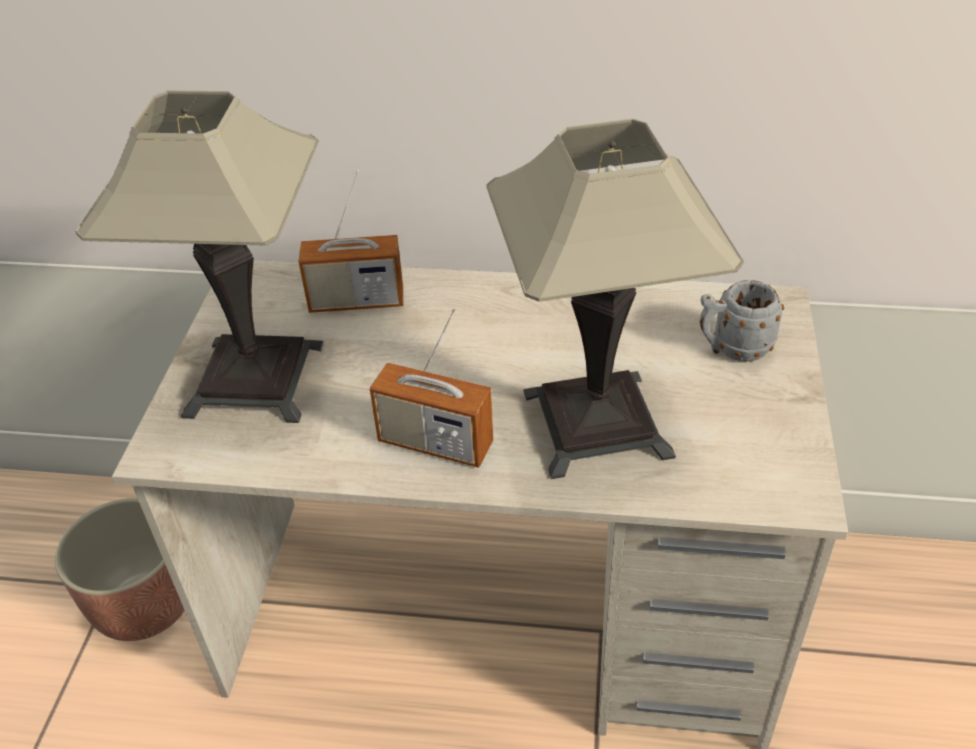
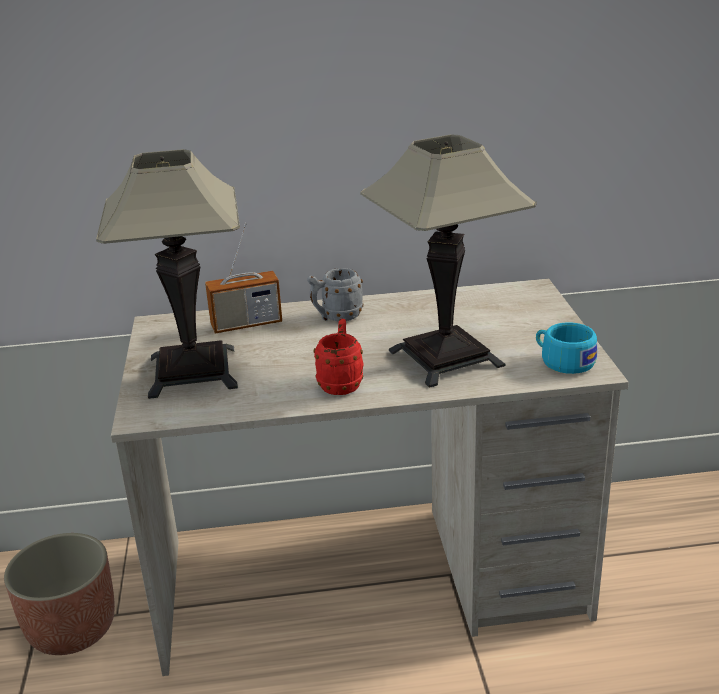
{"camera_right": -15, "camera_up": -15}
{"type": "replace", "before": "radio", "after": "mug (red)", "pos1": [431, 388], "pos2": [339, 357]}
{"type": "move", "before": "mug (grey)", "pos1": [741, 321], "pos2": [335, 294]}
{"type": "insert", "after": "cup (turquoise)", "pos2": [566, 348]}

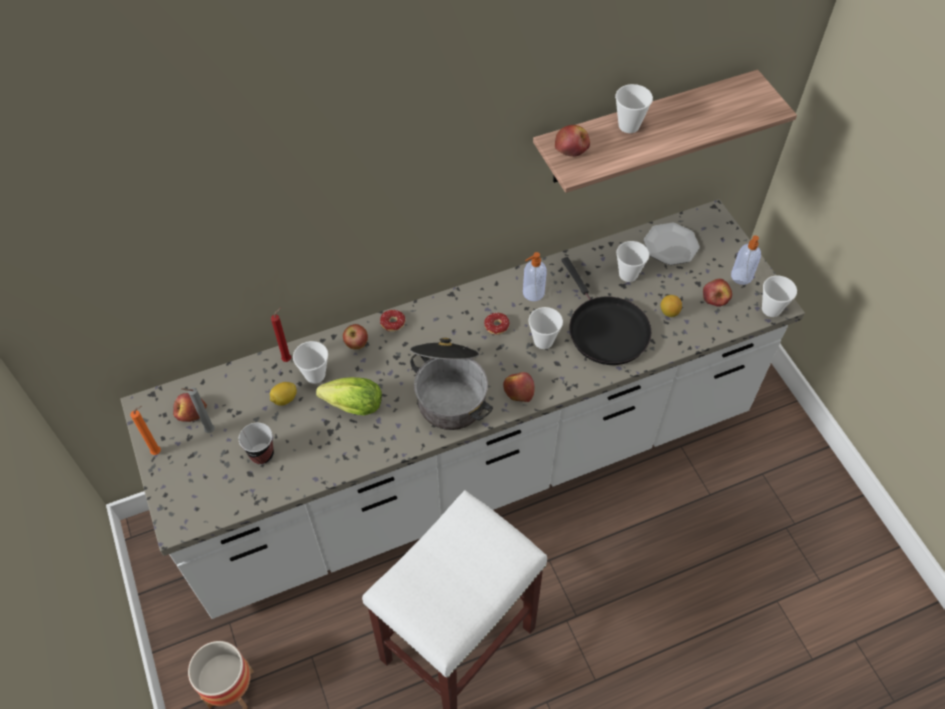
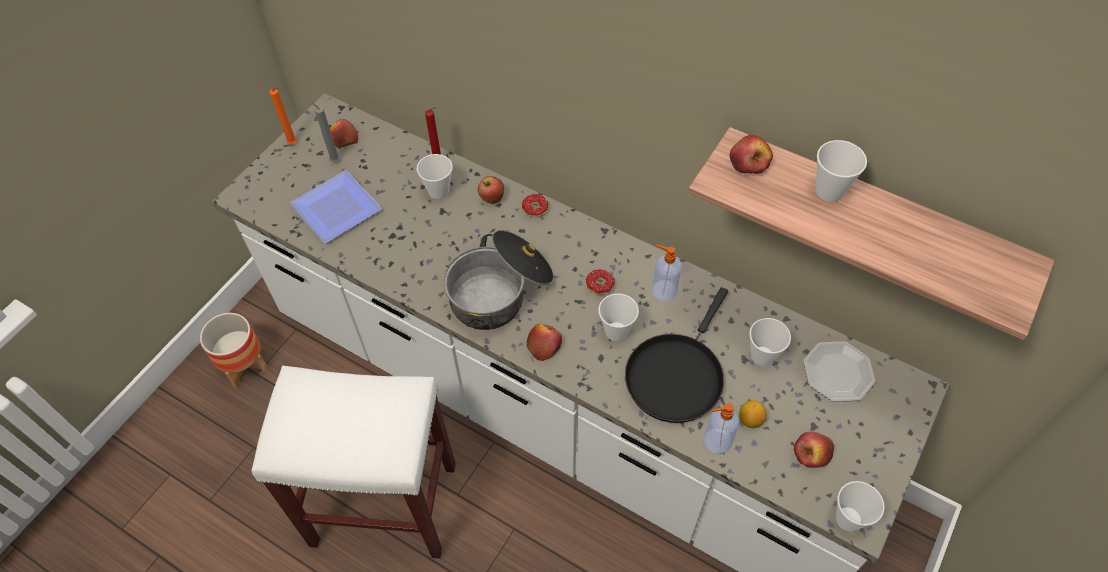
{"camera_right": 55, "camera_up": 0}
{"type": "replace", "before": "cup", "after": "plate", "pos1": [256, 444], "pos2": [336, 206]}
{"type": "delete", "before": "lemon", "pos1": [283, 394]}
{"type": "delete", "before": "lettuce", "pos1": [349, 396]}
{"type": "move", "before": "soap dispenser", "pos1": [746, 260], "pos2": [721, 428]}

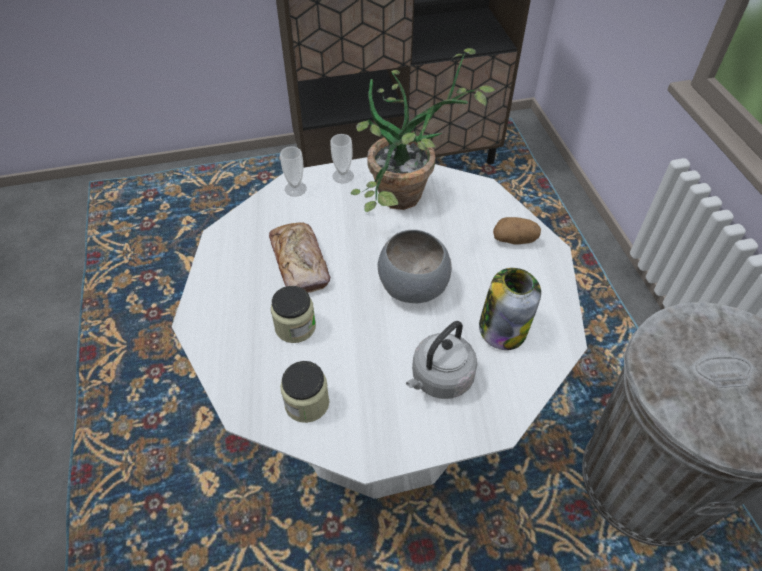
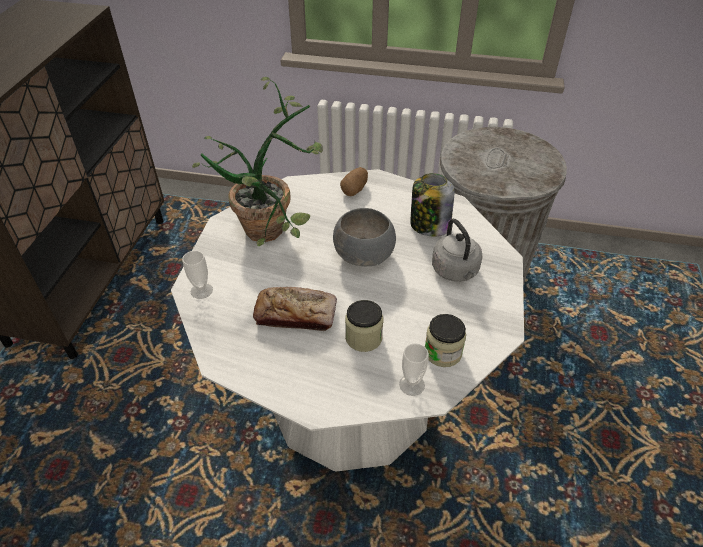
{"camera_right": -65, "camera_up": -5}
{"type": "move", "before": "cup", "pos1": [342, 158], "pos2": [414, 369]}

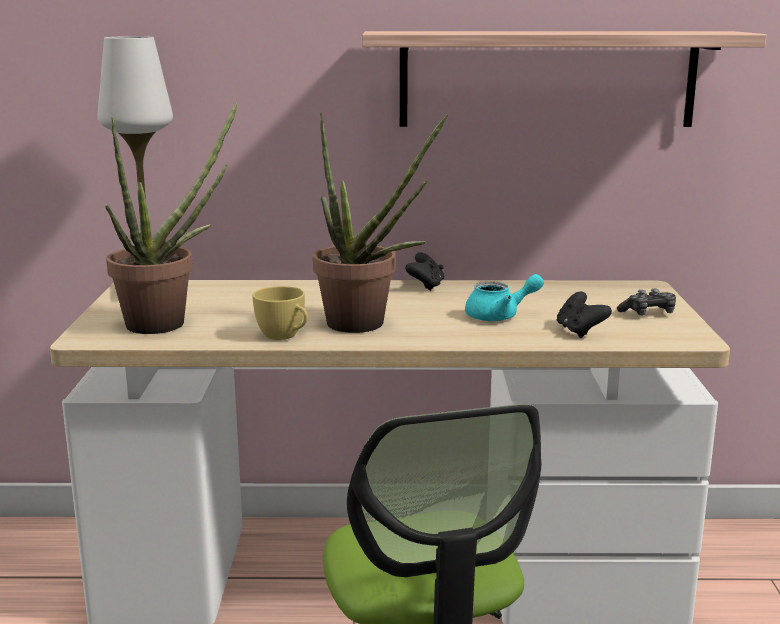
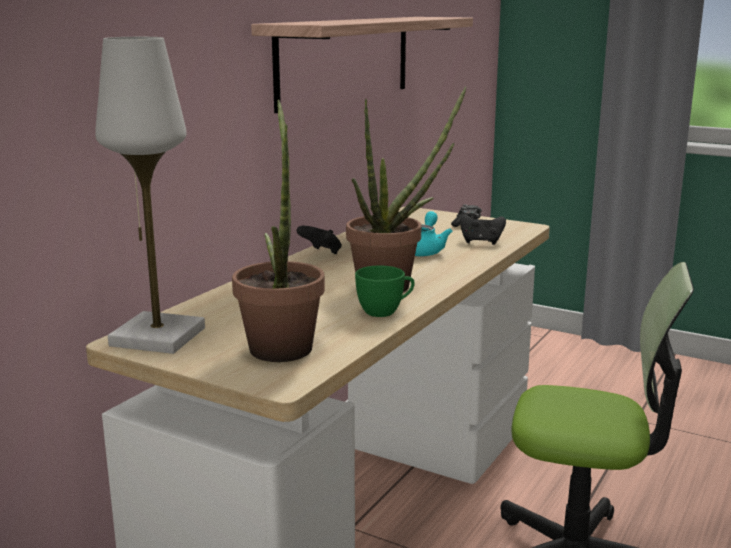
{"camera_right": -60, "camera_up": 0}
{"type": "recolor", "before": "cup (yellow)", "after": "cup (green)", "pos1": [280, 313], "pos2": [385, 291]}

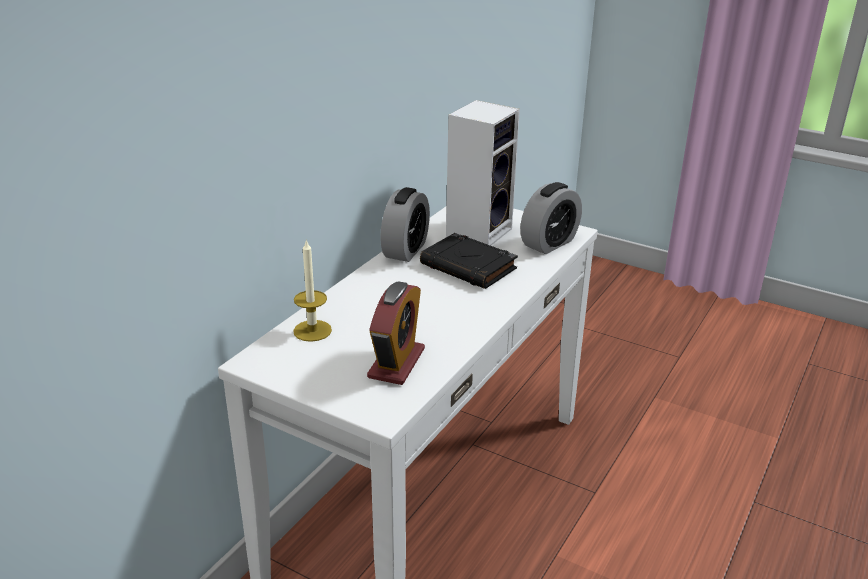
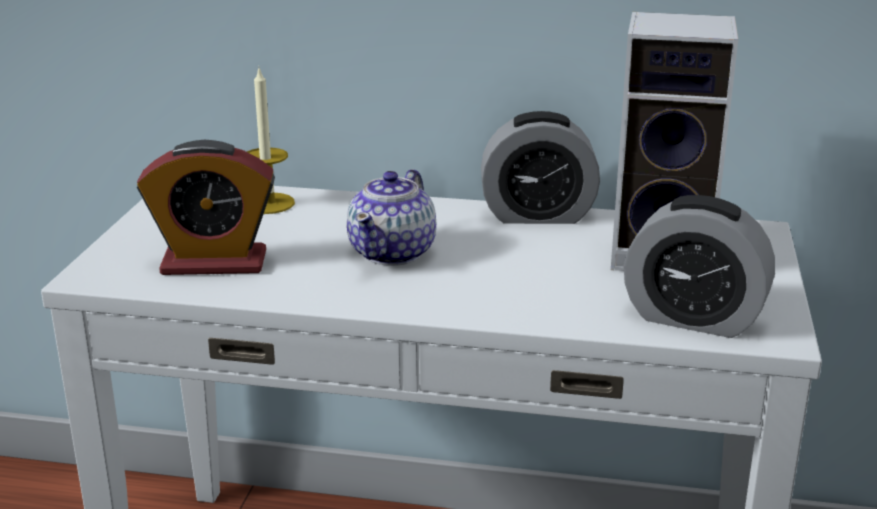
{"camera_right": 70, "camera_up": -5}
{"type": "delete", "before": "book (black)", "pos1": [469, 261]}
{"type": "insert", "after": "teapot", "pos2": [391, 217]}

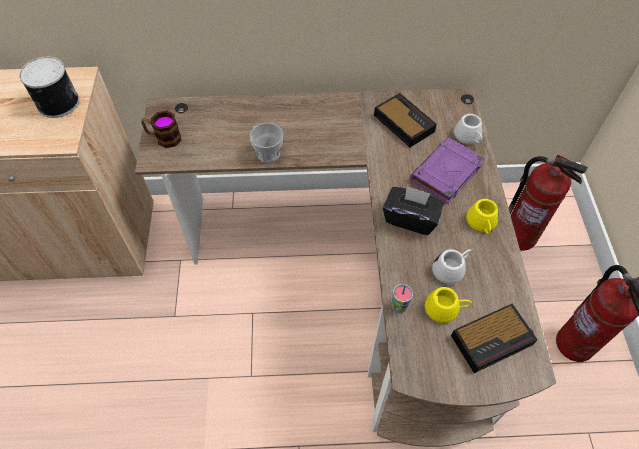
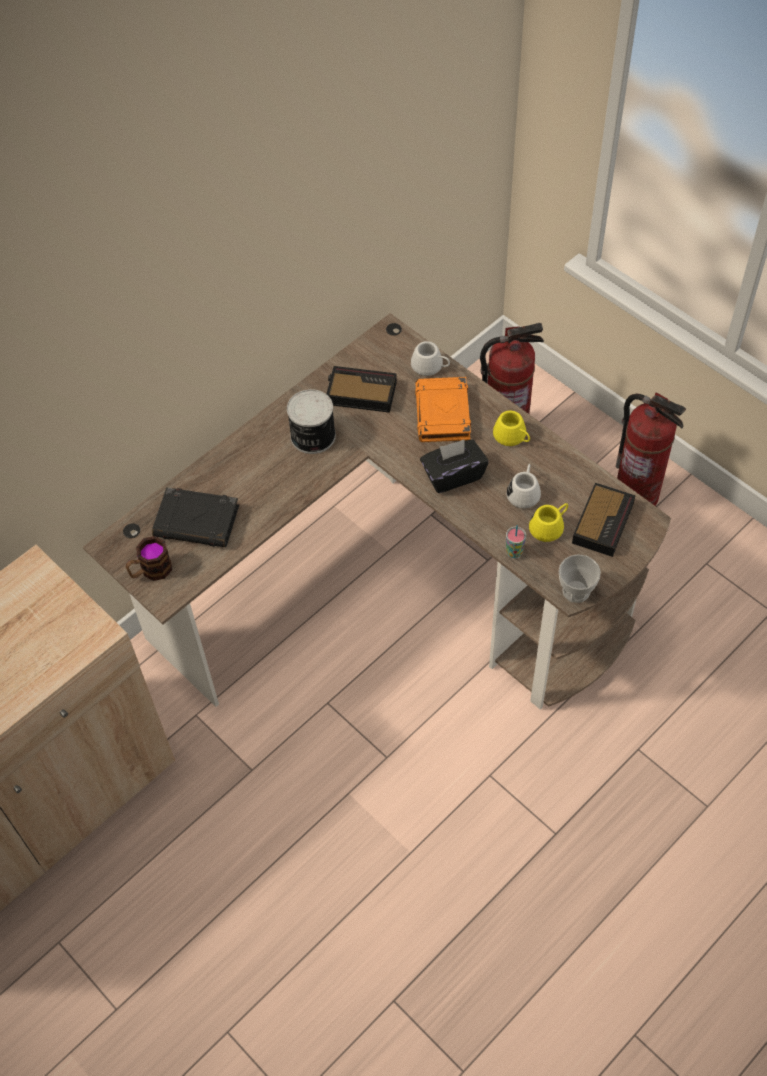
{"camera_right": -40, "camera_up": 0}
{"type": "move", "before": "can", "pos1": [49, 87], "pos2": [311, 421]}
{"type": "move", "before": "cup", "pos1": [266, 143], "pos2": [580, 578]}
{"type": "recolor", "before": "book (purple)", "after": "book (orange)", "pos1": [447, 170], "pos2": [443, 409]}
{"type": "insert", "after": "book (black)", "pos2": [195, 517]}

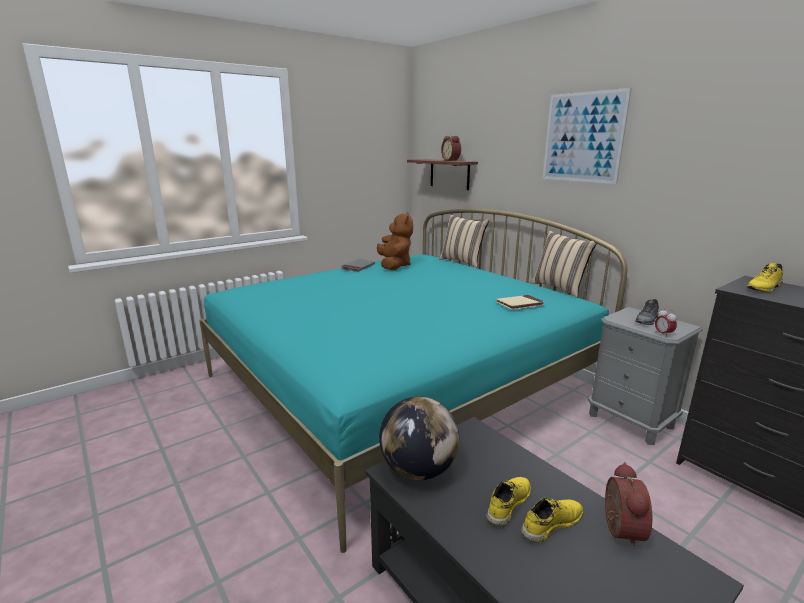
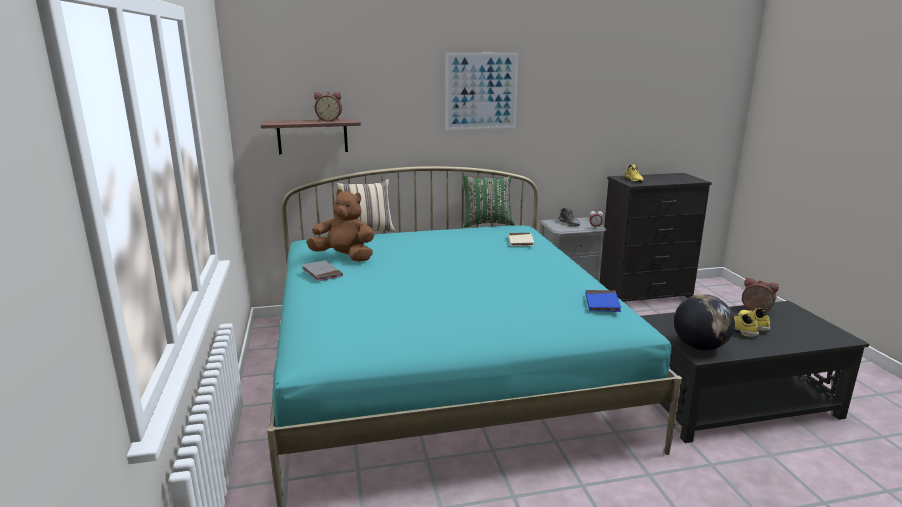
{"camera_right": -65, "camera_up": 0}
{"type": "recolor", "before": "pillow (beige)", "after": "pillow (green)", "pos1": [563, 264], "pos2": [488, 201]}
{"type": "insert", "after": "book (blue)", "pos2": [603, 301]}

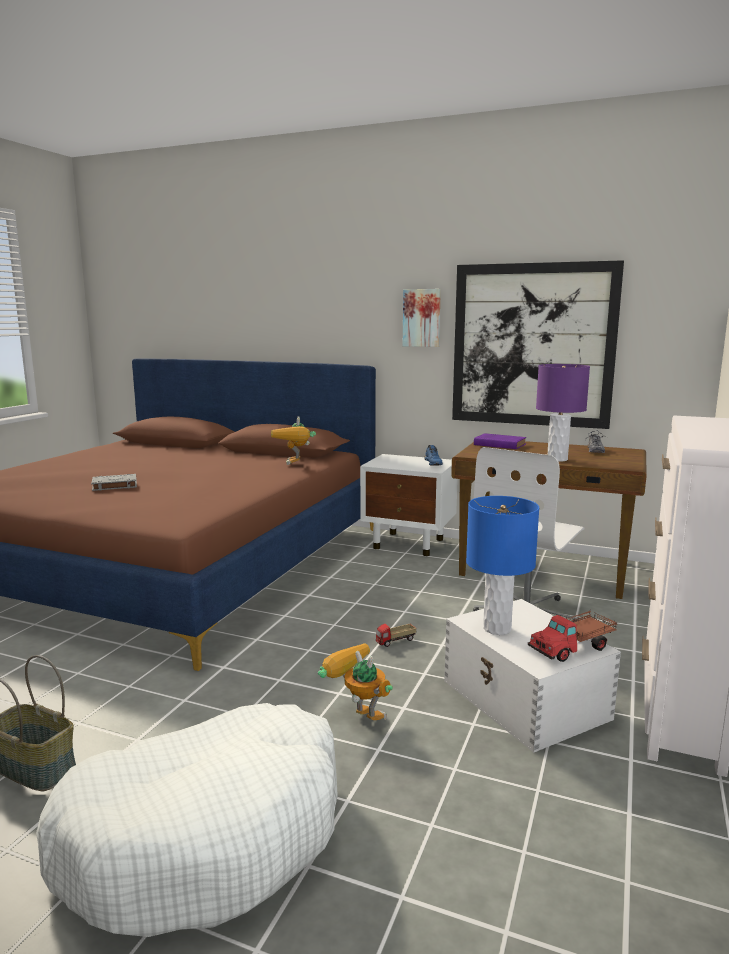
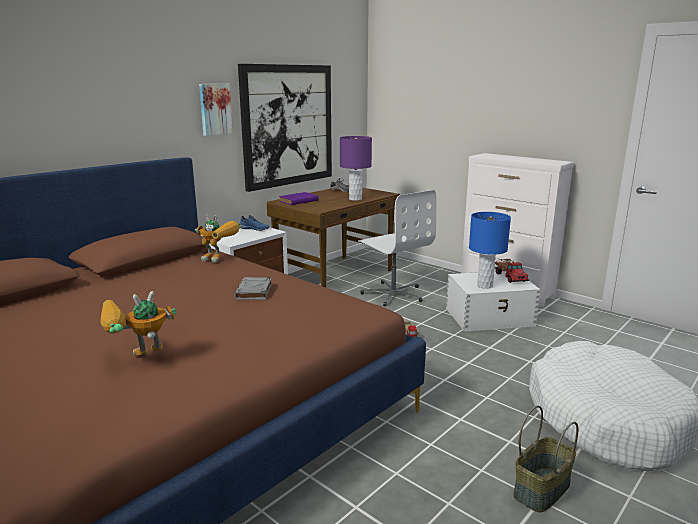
{"camera_right": -70, "camera_up": 5}
{"type": "move", "before": "book (grey)", "pos1": [114, 482], "pos2": [253, 288]}
{"type": "move", "before": "toy robot", "pos1": [355, 681], "pos2": [138, 323]}

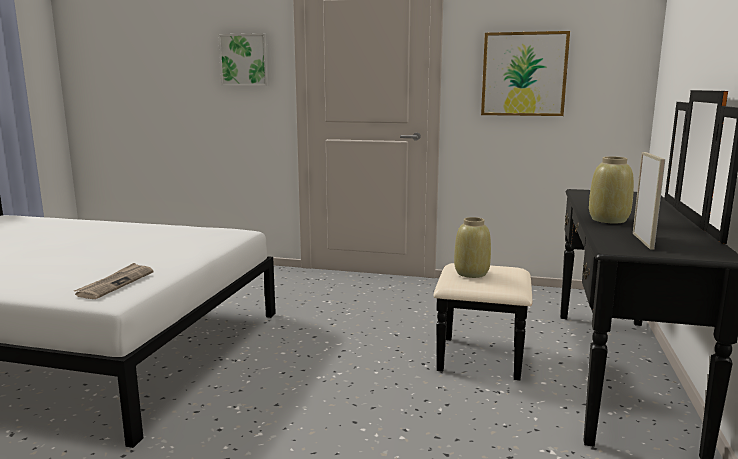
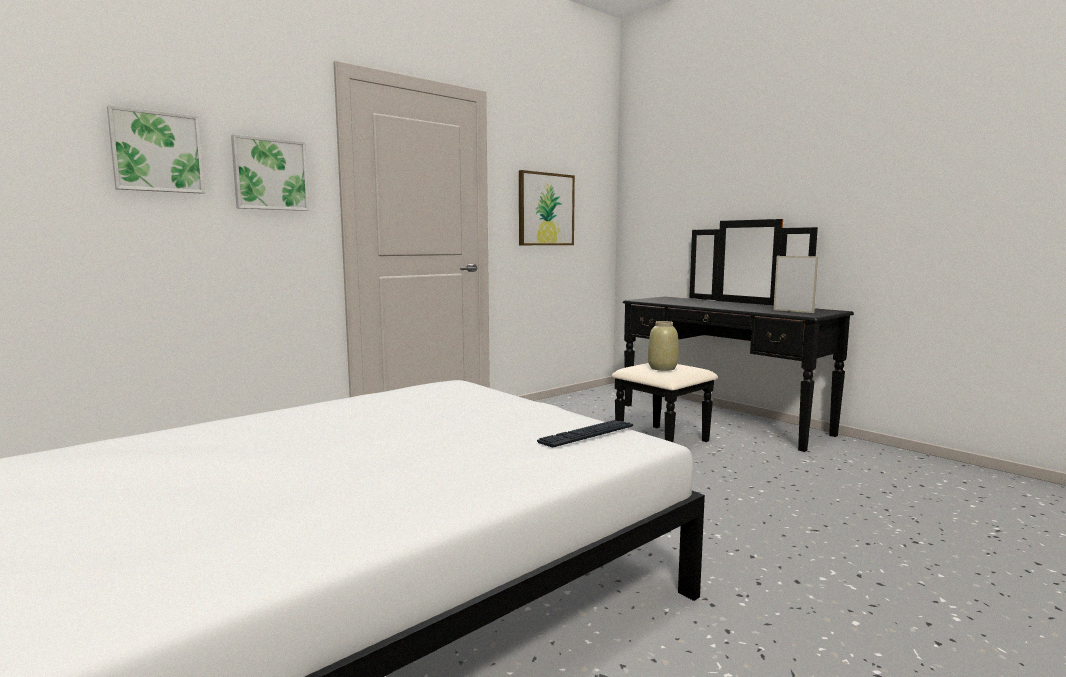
{"camera_right": -55, "camera_up": -5}
{"type": "replace", "before": "newspaper", "after": "keyboard", "pos1": [113, 281], "pos2": [585, 433]}
{"type": "delete", "before": "vase (beige)", "pos1": [611, 189]}
{"type": "insert", "after": "picture", "pos2": [156, 149]}

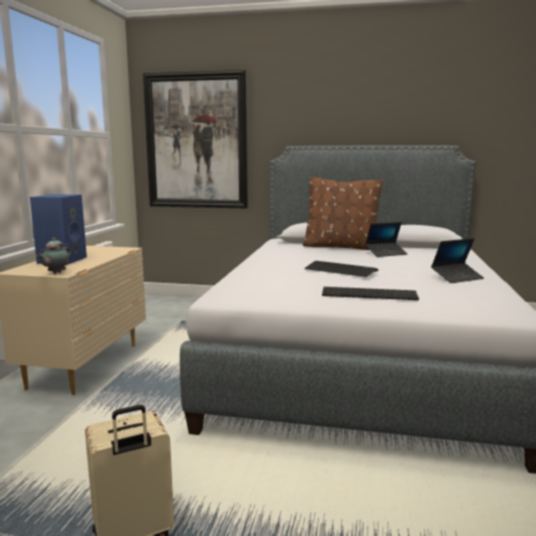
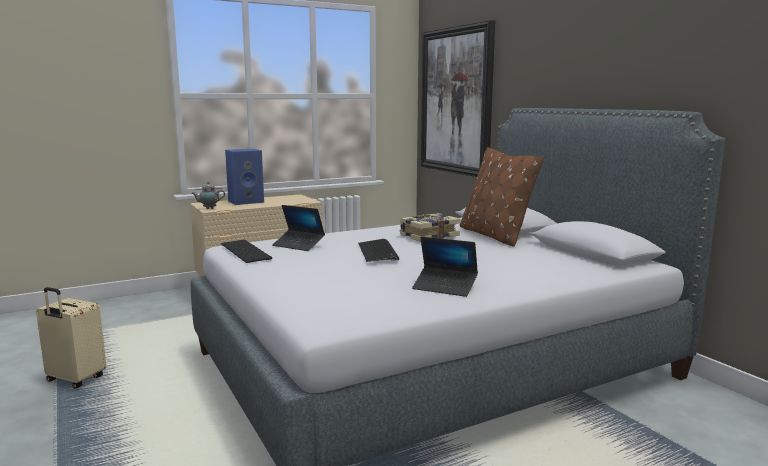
{"camera_right": 50, "camera_up": 0}
{"type": "move", "before": "keyboard", "pos1": [370, 293], "pos2": [246, 251]}
{"type": "move", "before": "laptop", "pos1": [386, 239], "pos2": [298, 228]}
{"type": "insert", "after": "book", "pos2": [430, 227]}

